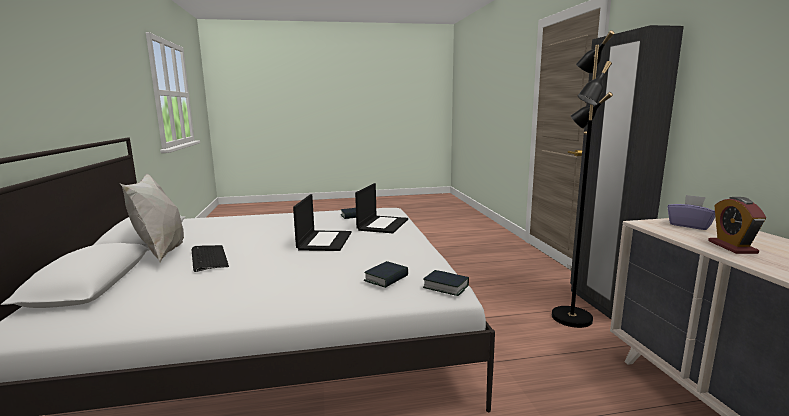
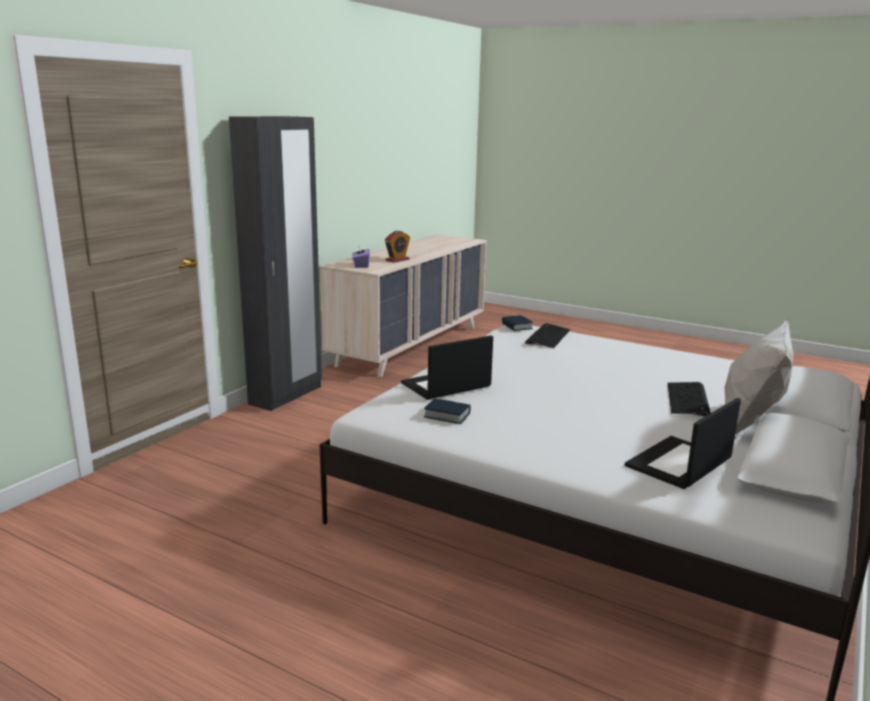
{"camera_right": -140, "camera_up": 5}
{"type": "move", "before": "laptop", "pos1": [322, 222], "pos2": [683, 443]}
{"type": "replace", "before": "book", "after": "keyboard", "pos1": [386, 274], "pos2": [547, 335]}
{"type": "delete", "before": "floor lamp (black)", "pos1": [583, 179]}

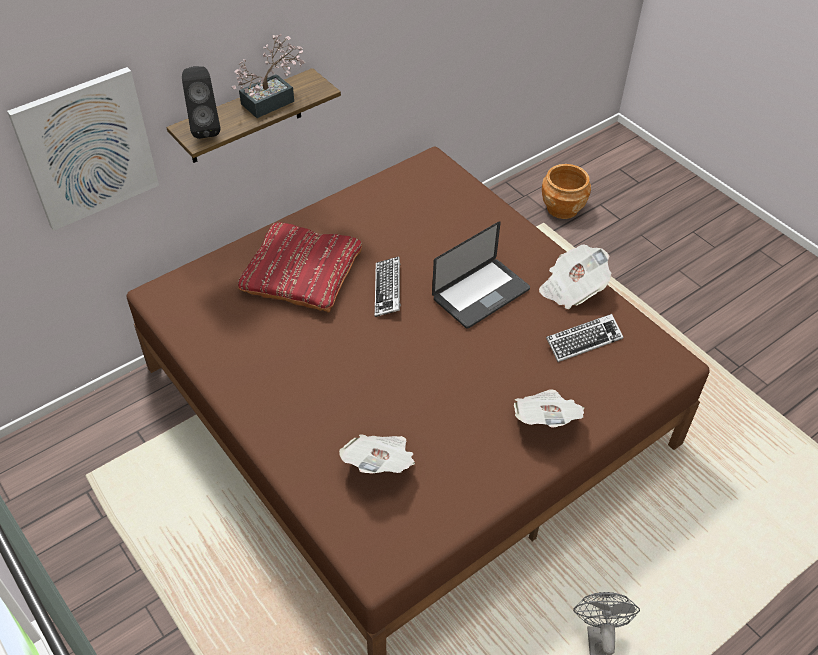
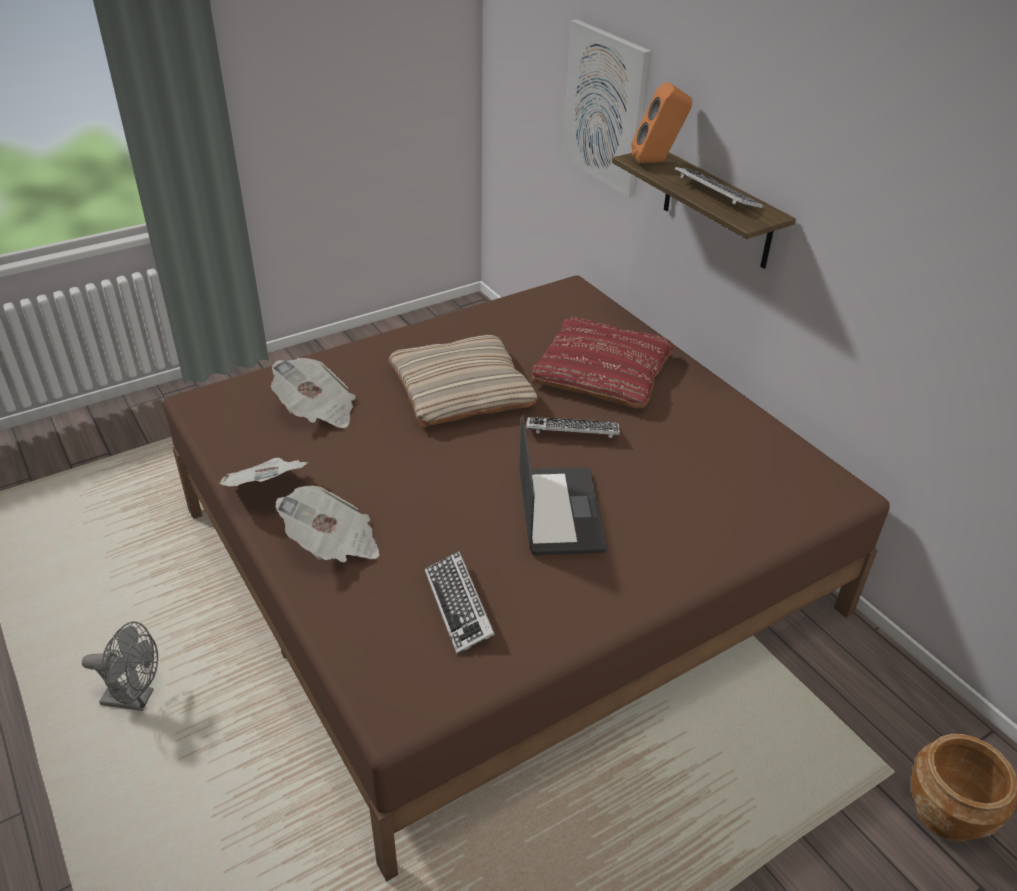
{"camera_right": 95, "camera_up": -10}
{"type": "recolor", "before": "speaker (black)", "after": "speaker (orange)", "pos1": [201, 102], "pos2": [661, 122]}
{"type": "replace", "before": "potted plant", "after": "keyboard", "pos1": [268, 76], "pos2": [719, 187]}
{"type": "rotate", "before": "laptop", "pos1": [481, 275], "pos2": [563, 484], "turn": -150}
{"type": "move", "before": "newspaper", "pos1": [575, 276], "pos2": [264, 472]}
{"type": "insert", "after": "pillow (beige)", "pos2": [463, 381]}

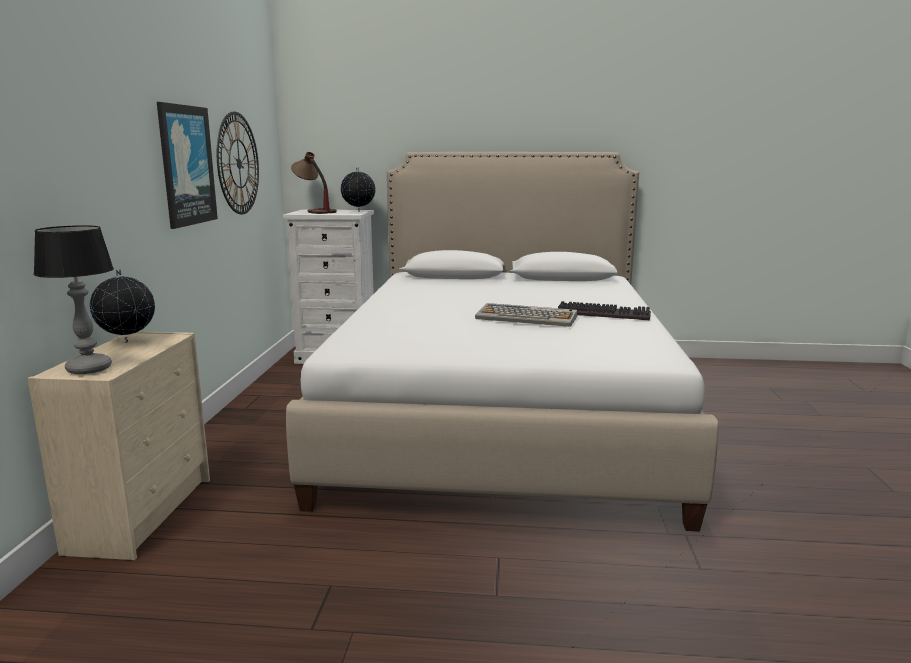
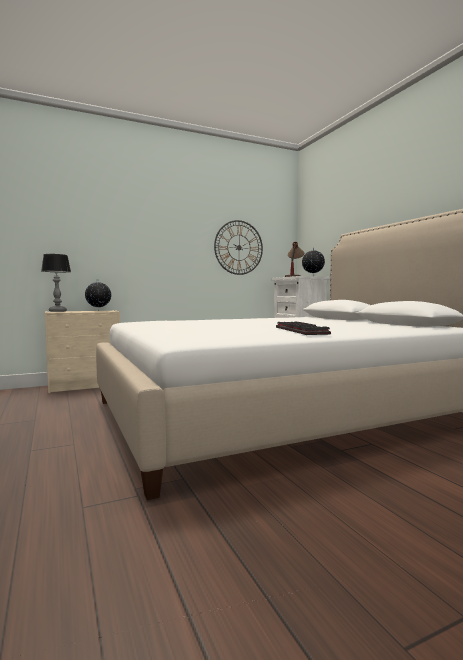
{"camera_right": 60, "camera_up": -10}
{"type": "delete", "before": "picture", "pos1": [187, 165]}
{"type": "delete", "before": "keyboard", "pos1": [526, 315]}

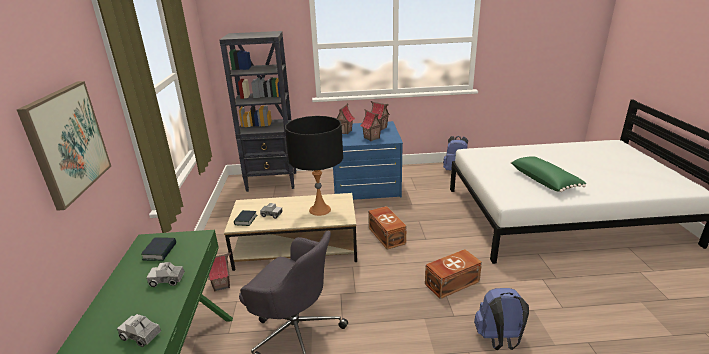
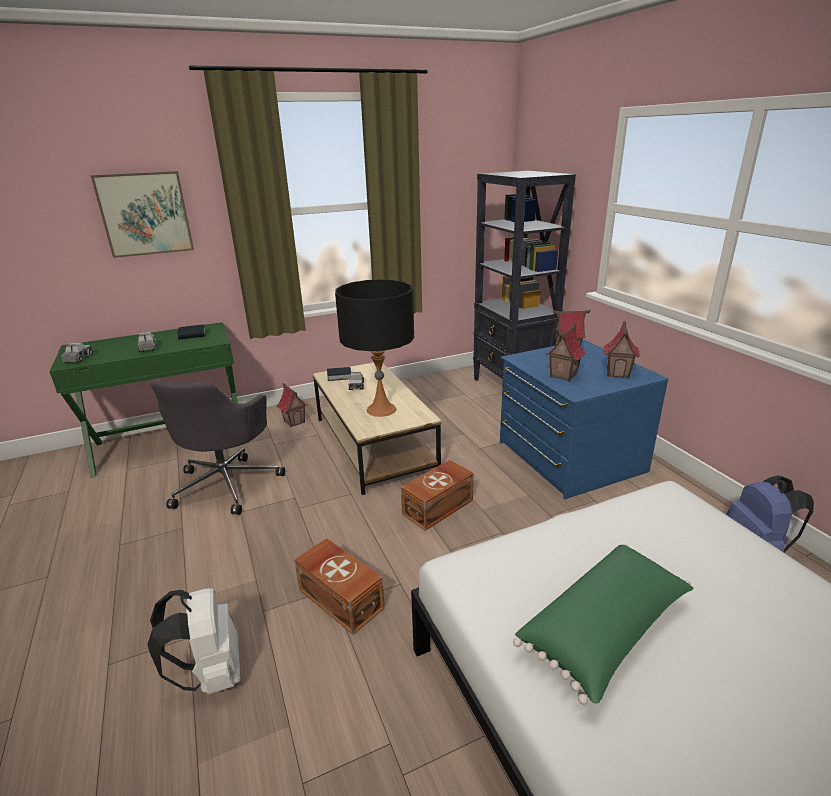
{"camera_right": 70, "camera_up": 0}
{"type": "recolor", "before": "backpack (blue)", "after": "backpack (white)", "pos1": [501, 319], "pos2": [194, 641]}

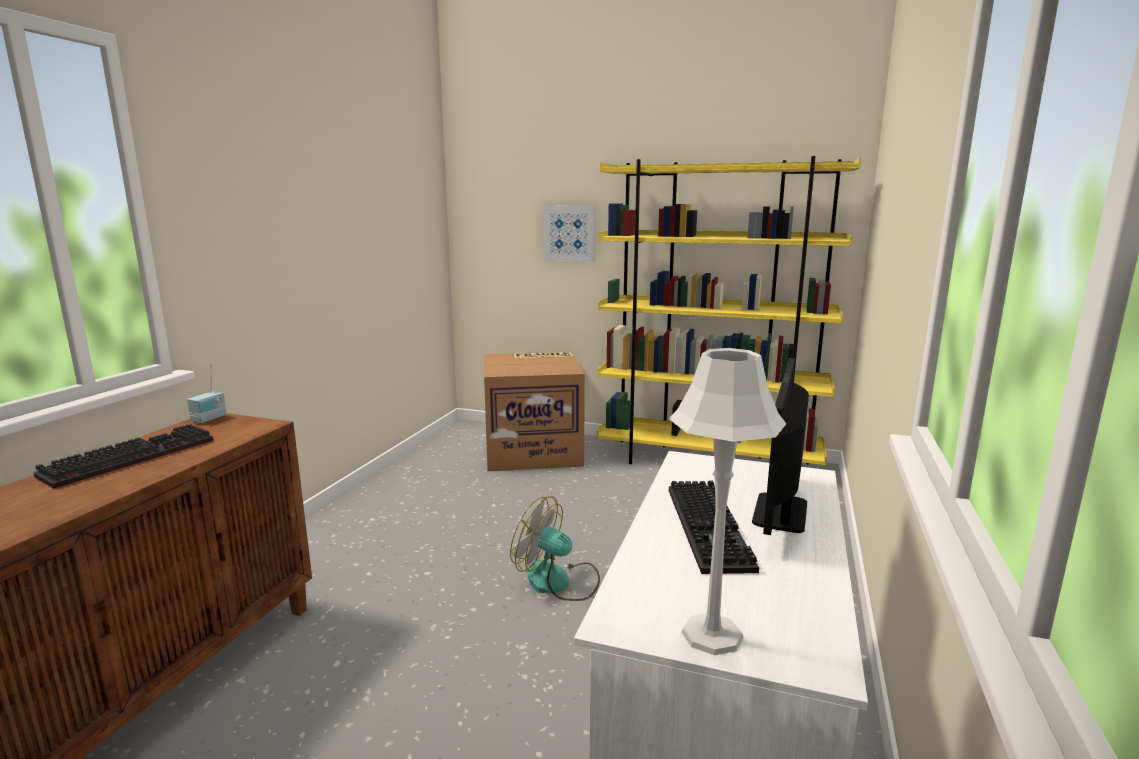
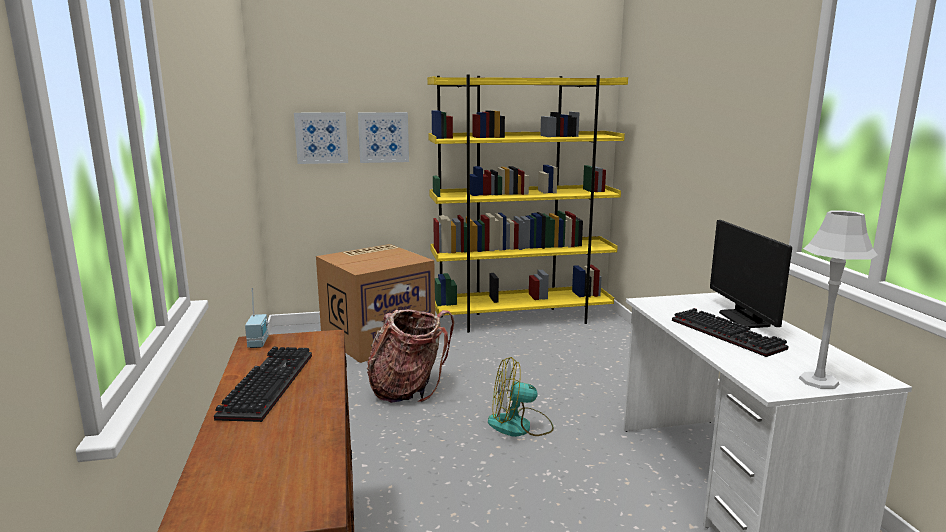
{"camera_right": -30, "camera_up": 0}
{"type": "insert", "after": "picture", "pos2": [321, 138]}
{"type": "insert", "after": "backpack", "pos2": [410, 356]}

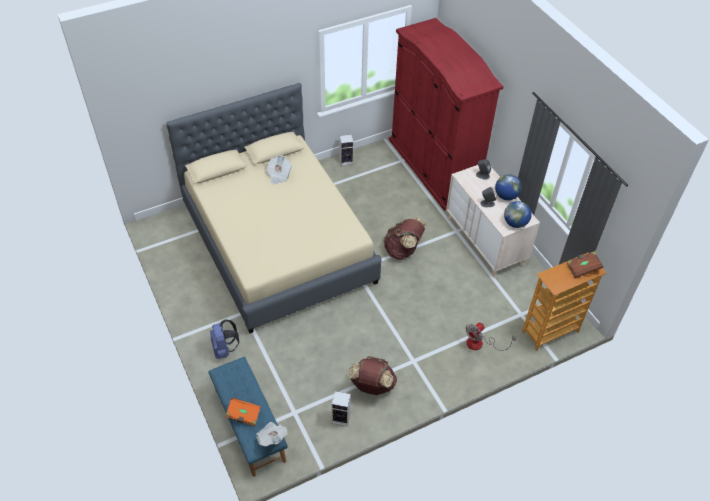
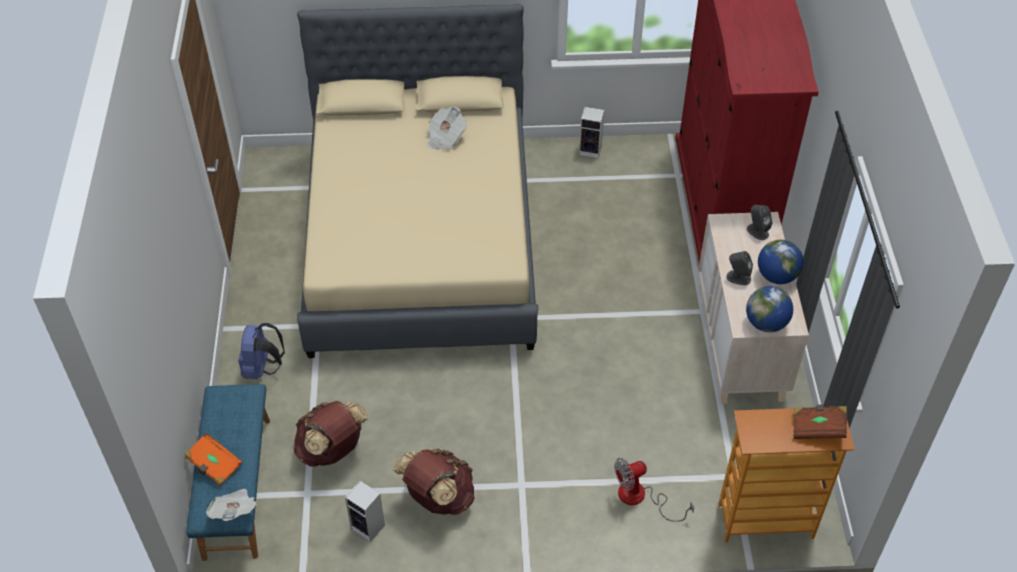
{"camera_right": 25, "camera_up": 0}
{"type": "move", "before": "backpack (brown)", "pos1": [404, 238], "pos2": [331, 433]}

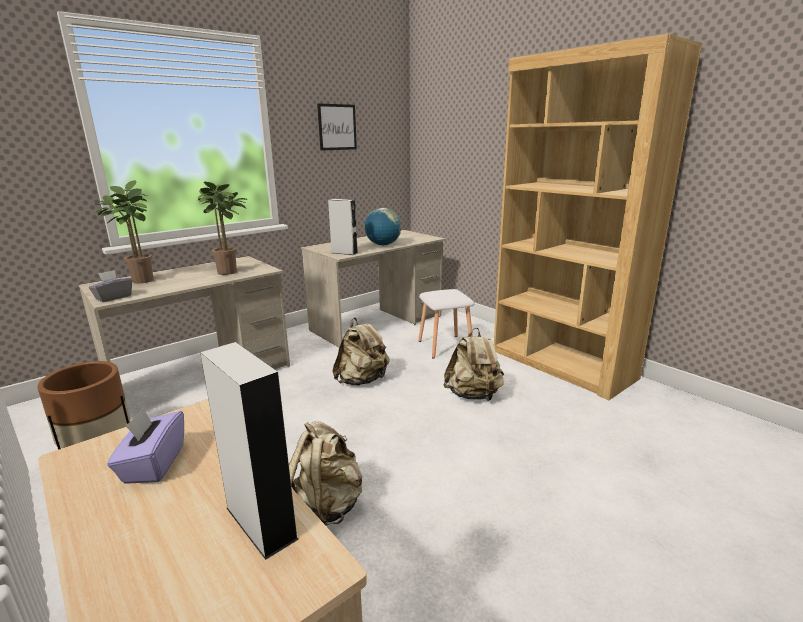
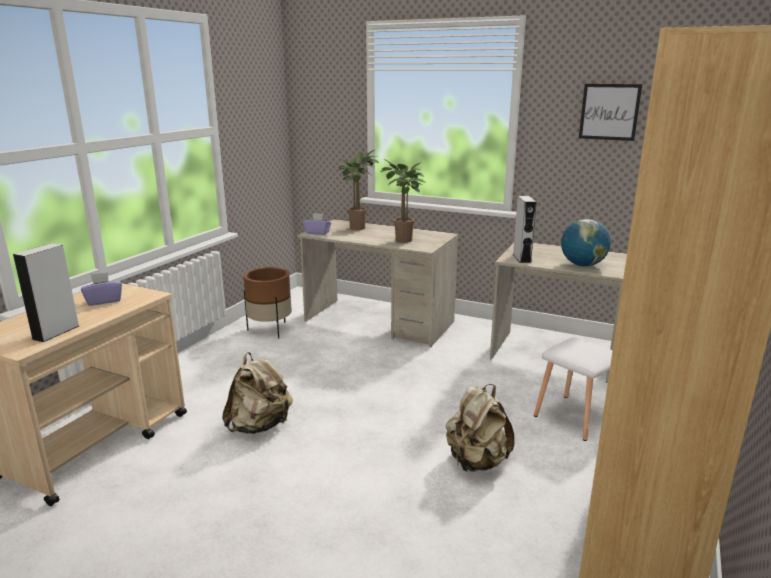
{"camera_right": 65, "camera_up": 0}
{"type": "recolor", "before": "tissue box (grey)", "after": "tissue box (purple)", "pos1": [110, 286], "pos2": [317, 224]}
{"type": "delete", "before": "backpack (beige)", "pos1": [361, 352]}

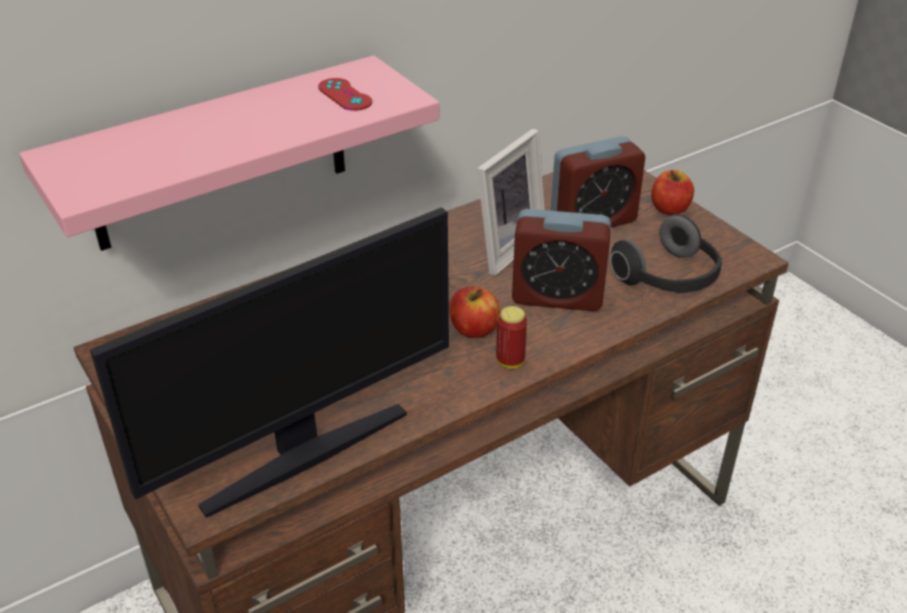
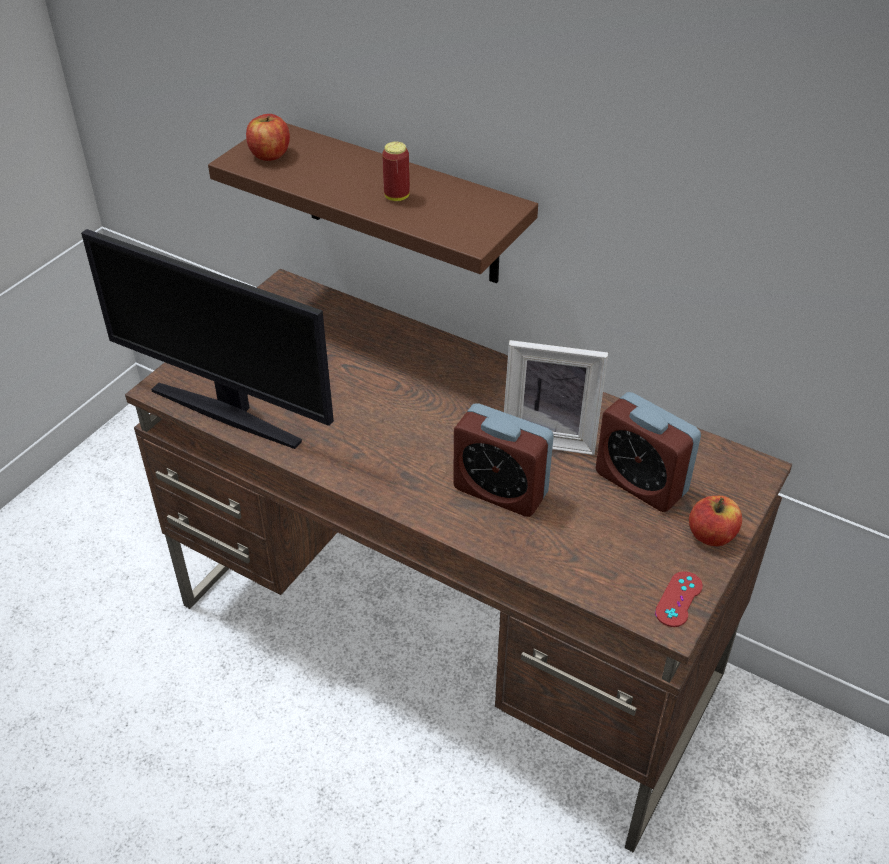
{"camera_right": 65, "camera_up": 5}
{"type": "recolor", "before": "shelf (pink)", "after": "shelf (brown)", "pos1": [229, 153], "pos2": [373, 203]}
{"type": "move", "before": "game controller (red)", "pos1": [345, 94], "pos2": [679, 599]}
{"type": "move", "before": "apple", "pos1": [474, 312], "pos2": [268, 137]}
{"type": "move", "before": "can", "pos1": [511, 337], "pos2": [396, 171]}
{"type": "rotate", "before": "alarm clock", "pos1": [561, 260], "pos2": [503, 460], "turn": -45}
{"type": "delete", "before": "headphones", "pos1": [666, 253]}

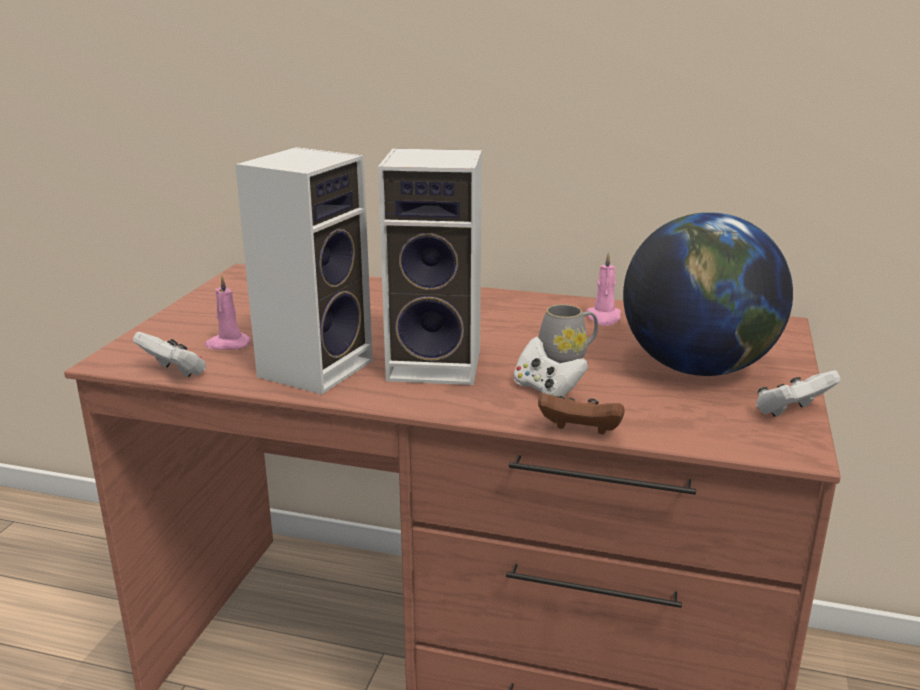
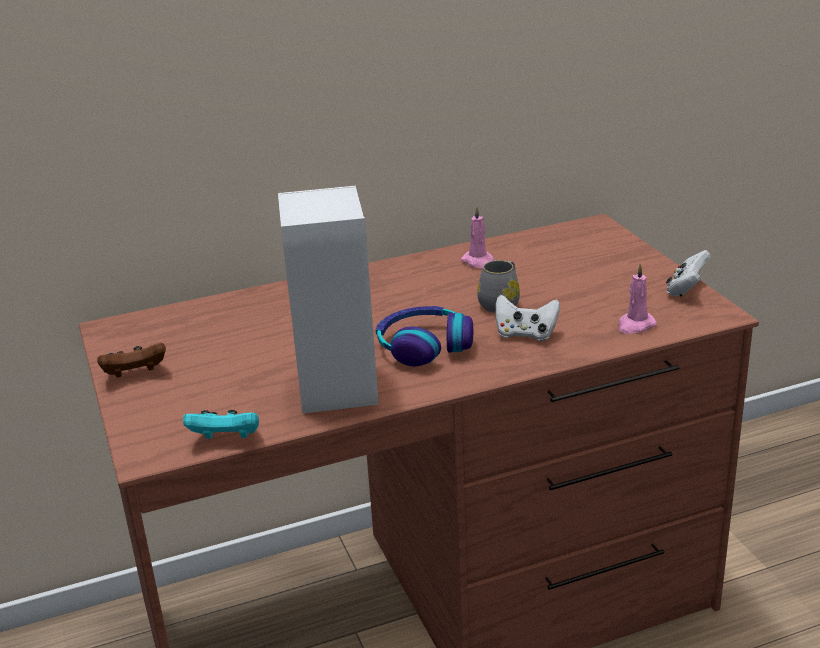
{"camera_right": -35, "camera_up": 5}
{"type": "recolor", "before": "game controller (white)", "after": "game controller (turquoise)", "pos1": [169, 354], "pos2": [221, 424]}
{"type": "move", "before": "candle (pink)", "pos1": [228, 312], "pos2": [637, 299]}
{"type": "replace", "before": "speaker", "after": "headphones", "pos1": [430, 266], "pos2": [424, 336]}
{"type": "move", "before": "game controller (brown)", "pos1": [581, 413], "pos2": [131, 360]}
{"type": "delete", "before": "globe", "pos1": [708, 294]}

